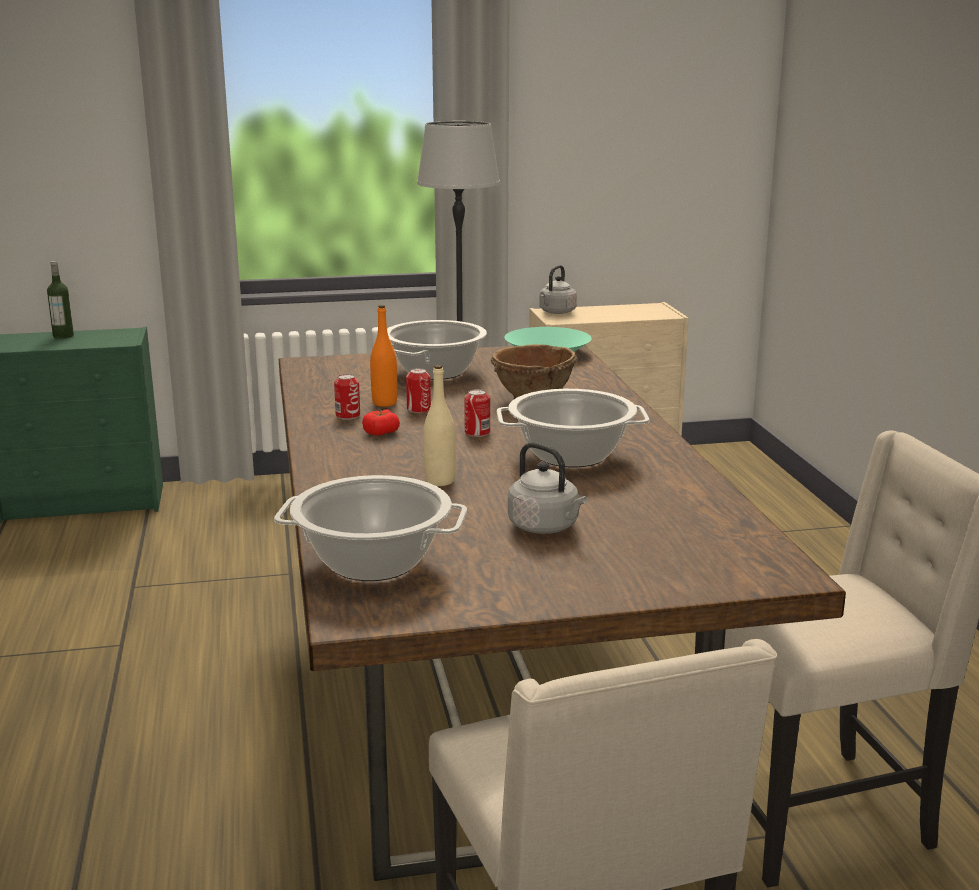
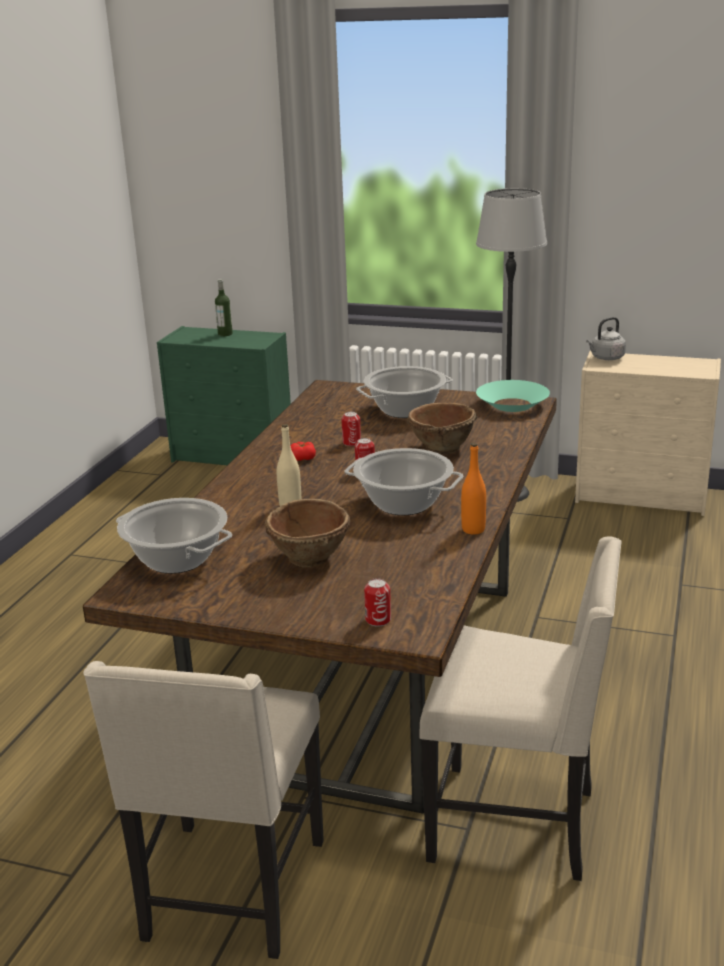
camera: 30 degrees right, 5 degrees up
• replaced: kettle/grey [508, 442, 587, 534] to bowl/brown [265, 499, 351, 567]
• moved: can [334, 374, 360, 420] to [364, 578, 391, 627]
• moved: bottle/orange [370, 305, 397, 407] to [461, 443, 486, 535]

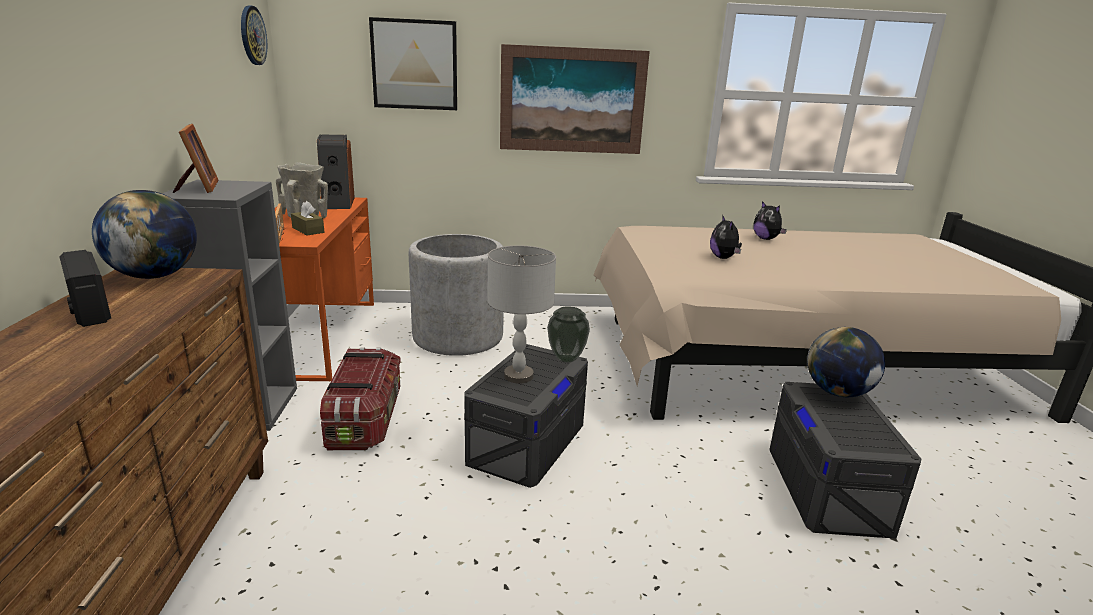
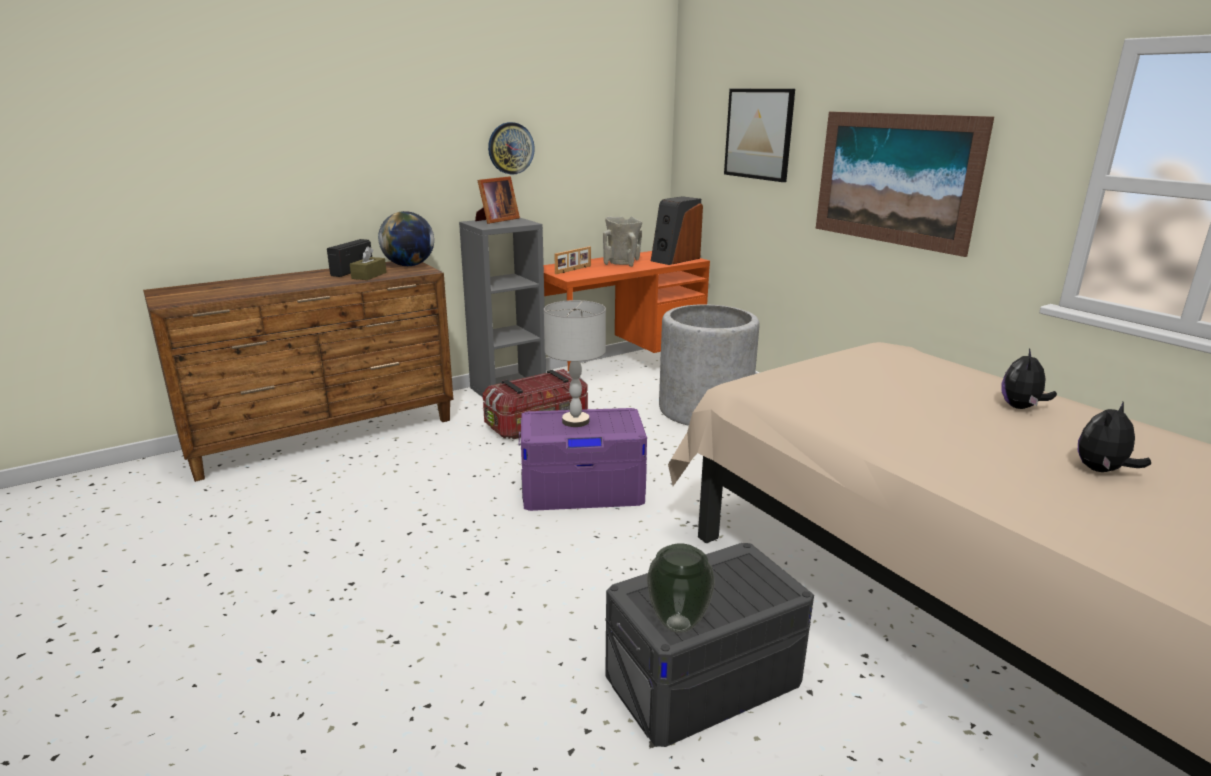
camera: 60 degrees right, 0 degrees up
• moved: tissue box/brown [291, 201, 324, 235] to [350, 246, 387, 280]
• moved: wall clock [241, 5, 267, 65] to [488, 122, 535, 175]
• recoloured: storage box/grey [464, 344, 588, 488] to storage box/purple [518, 408, 647, 511]
• moved: vase [547, 306, 590, 363] to [647, 543, 715, 633]
• moved: plush toy [710, 215, 742, 259] to [1078, 402, 1151, 472]
• removed: globe [807, 327, 885, 397]

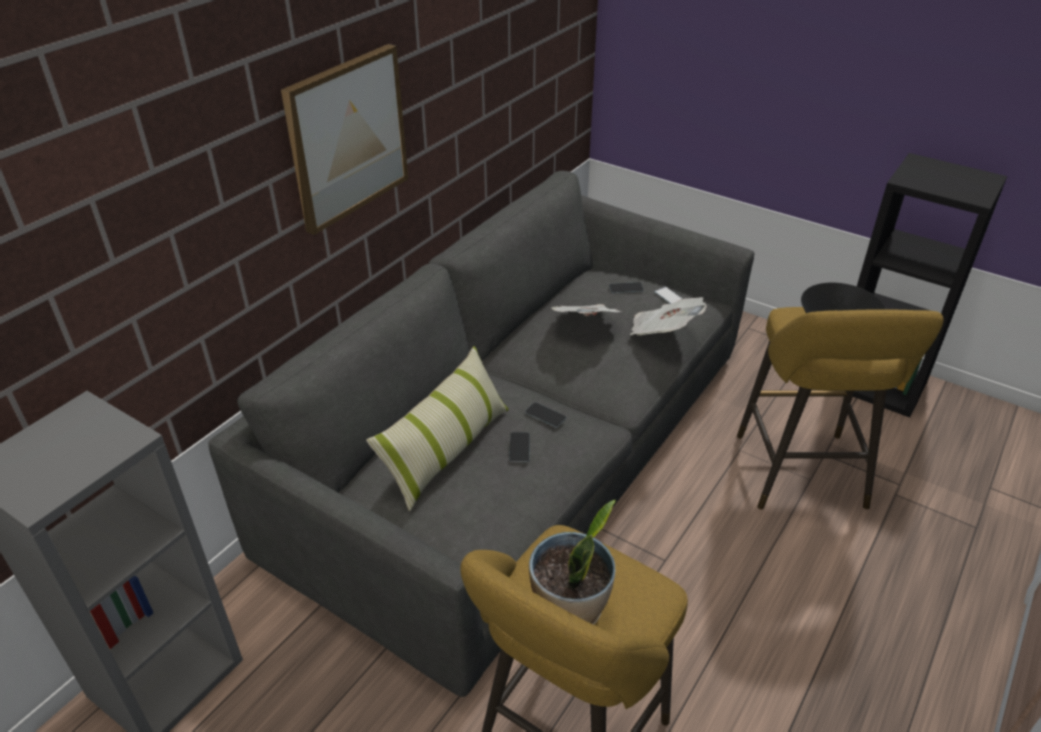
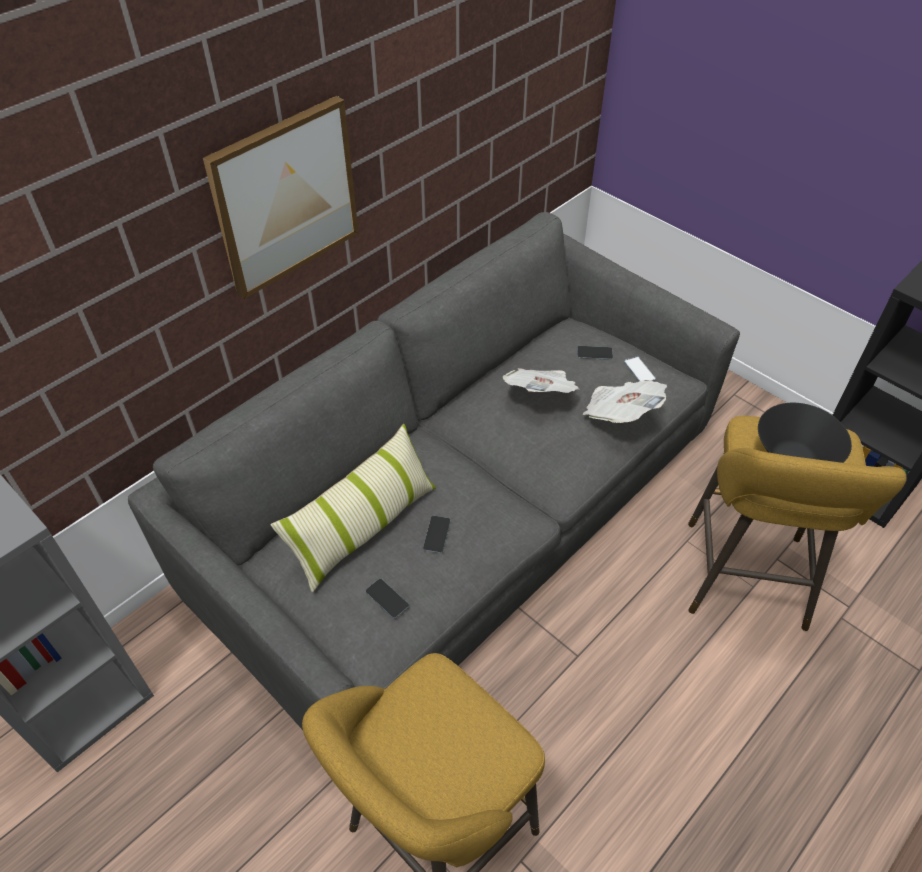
camera: 10 degrees right, 10 degrees up
• moved: phone [525, 402, 566, 427] to [366, 579, 409, 618]
• removed: potted plant [529, 500, 616, 625]

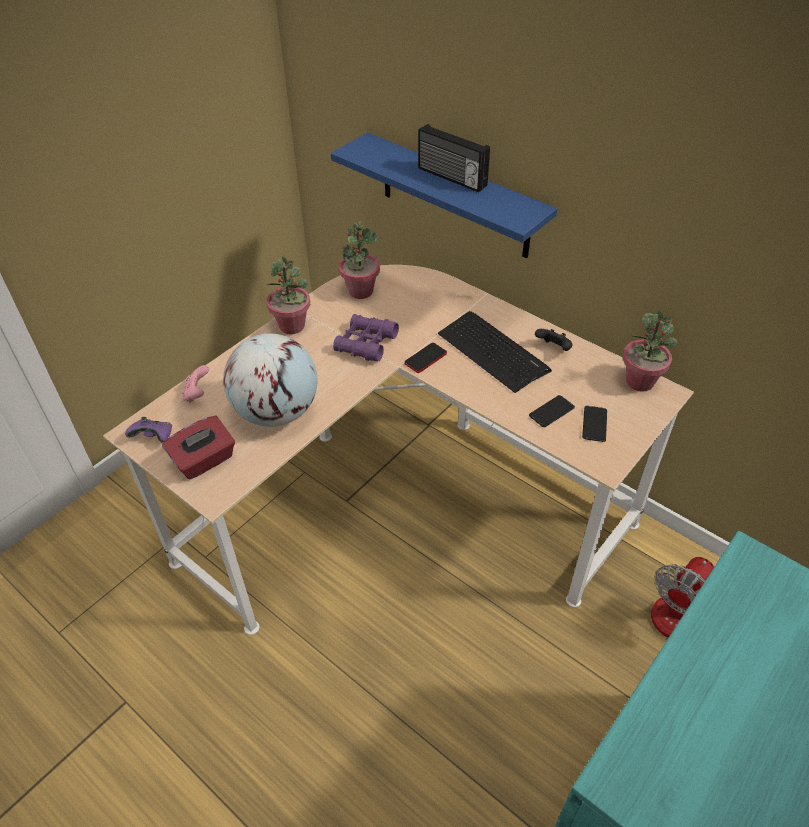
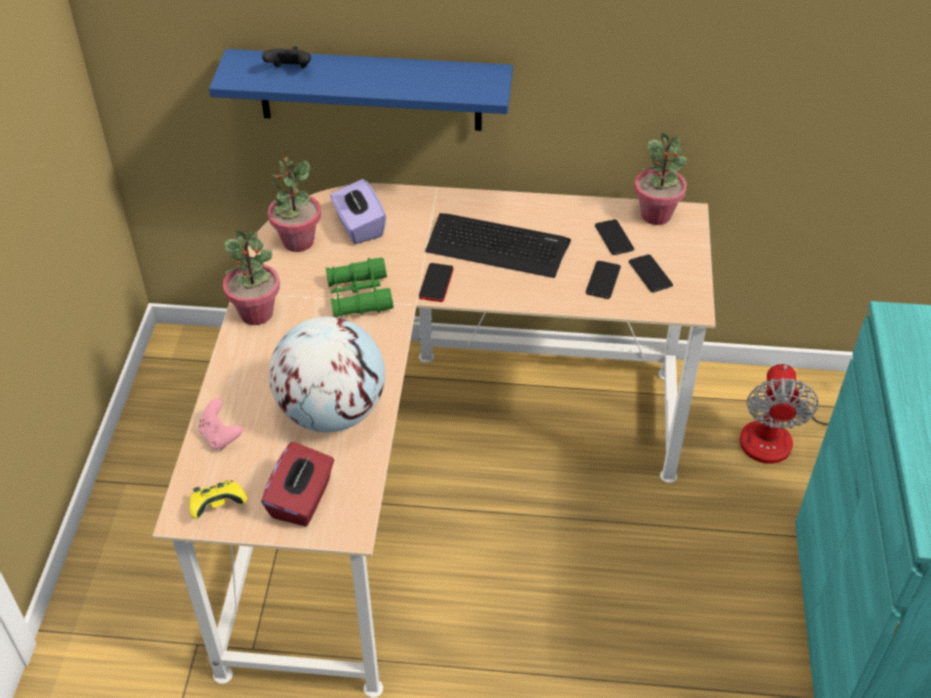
camera: 35 degrees left, 0 degrees up
• recoloured: game controller/purple [125, 417, 172, 443] to game controller/yellow [189, 480, 247, 519]
• moved: game controller/black [535, 329, 572, 351] to [262, 46, 311, 68]
• recoloured: binoculars/purple [333, 314, 399, 362] to binoculars/green [326, 258, 394, 317]
• added: tissue box/purple [330, 179, 386, 244]
• added: phone [595, 219, 634, 255]
• removed: radio [418, 124, 490, 192]

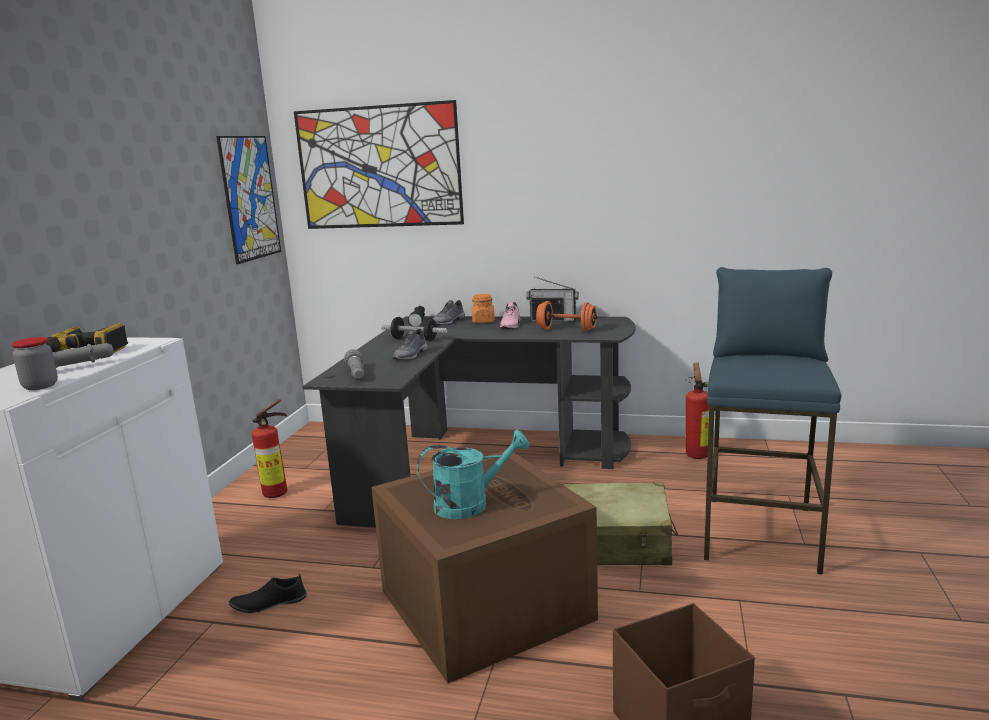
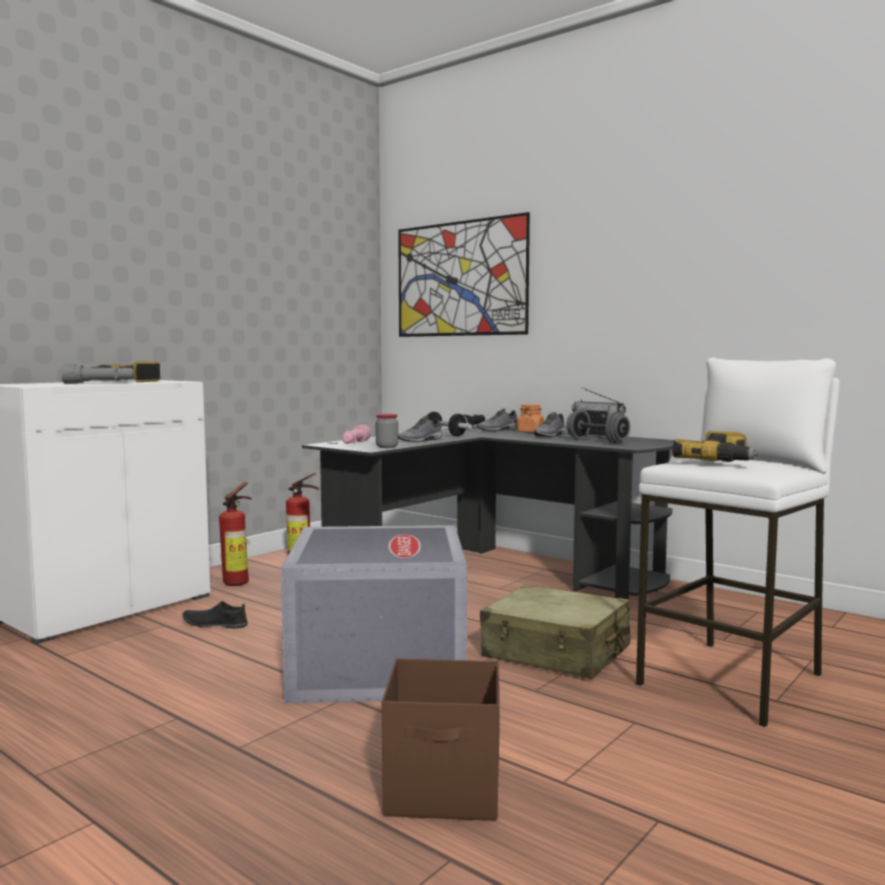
camera: 25 degrees right, 10 degrees down
• moved: fire extinguisher [686, 363, 709, 459] to [219, 482, 252, 586]
• recoloured: storage box/brown [371, 450, 598, 683] to storage box/grey [281, 525, 467, 703]
• recoloured: flashlight/grey [344, 349, 365, 379] to flashlight/pink [342, 424, 371, 444]
• moved: jar [11, 337, 58, 390] to [375, 414, 398, 448]
• recoloured: shoe/pink [500, 302, 521, 329] to shoe/grey [533, 412, 566, 437]
• recoloured: dumbbell/orange [536, 301, 597, 331] to dumbbell/grey [566, 409, 630, 443]
• recoloured: stool/blue [704, 267, 841, 575] to stool/white [636, 357, 840, 728]
• added: power drill [672, 431, 758, 462]
• removed: picture [216, 136, 281, 264]
• removed: watering can/turquoise [417, 430, 530, 519]

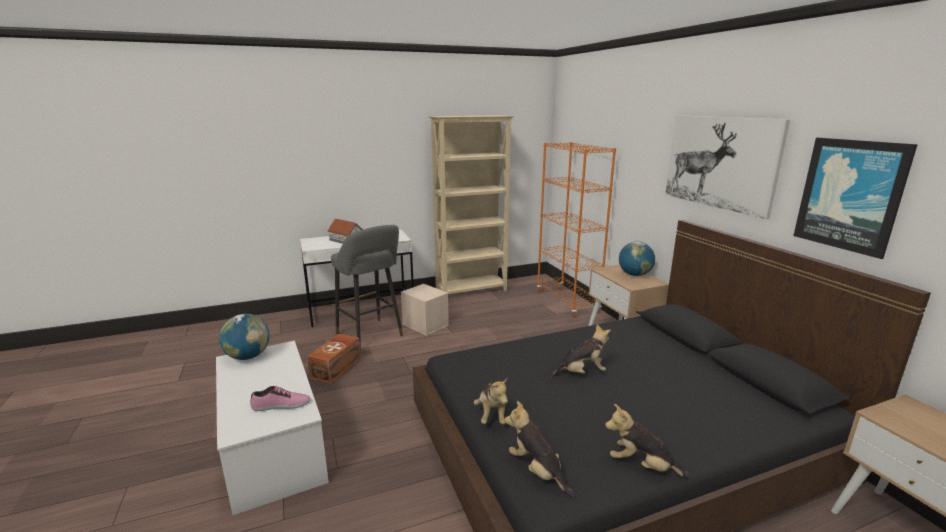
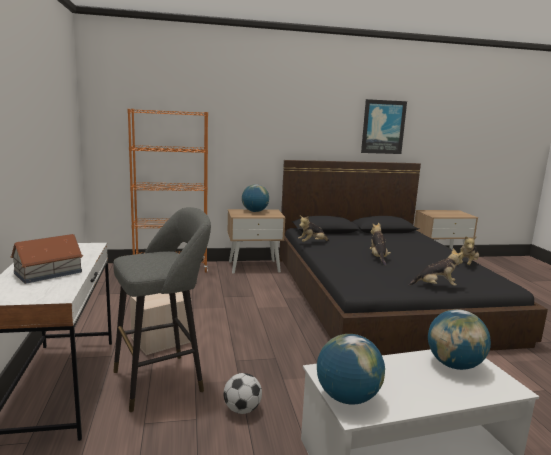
camera: 80 degrees left, 5 degrees down
• replaced: storage box/brown [307, 334, 361, 384] to football [224, 373, 262, 414]
• moved: plush toy [505, 401, 575, 498] to [298, 215, 329, 242]
• replaced: shoe [251, 386, 310, 411] to globe [428, 309, 491, 370]
• removed: bookcase/beige [428, 115, 515, 294]
• removed: picture [665, 115, 790, 220]

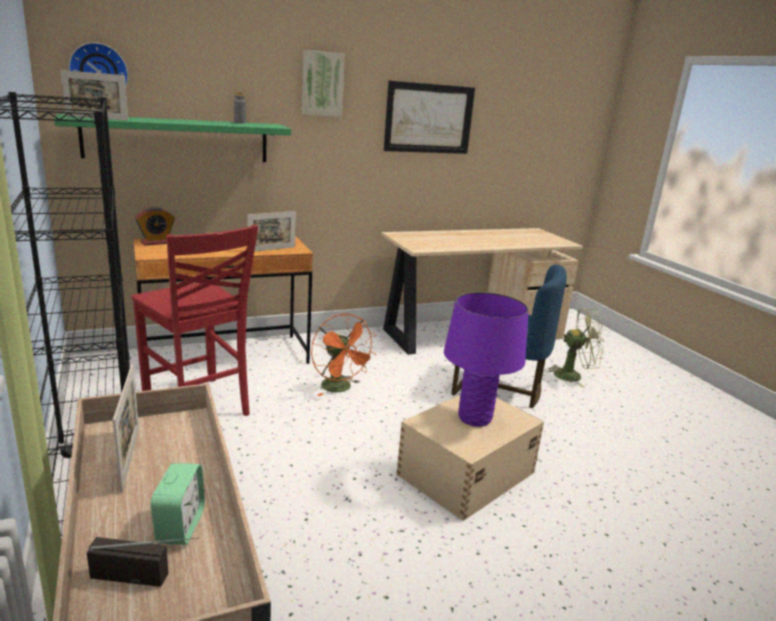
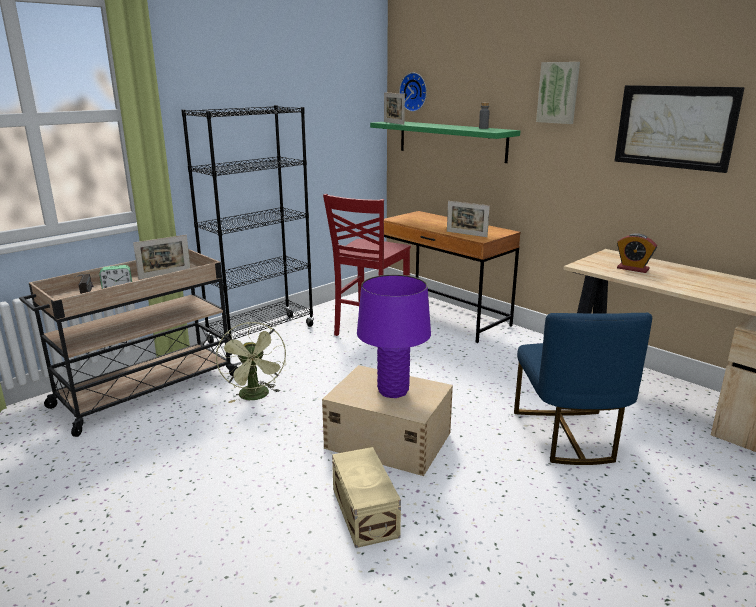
camera: 70 degrees right, 0 degrees up
• moved: fan/green [547, 308, 604, 388] to [216, 322, 286, 403]
• added: storage box/beige [332, 447, 401, 548]
• moved: alarm clock [135, 207, 175, 246] to [617, 233, 657, 273]
• removed: fan/orange [311, 314, 376, 396]

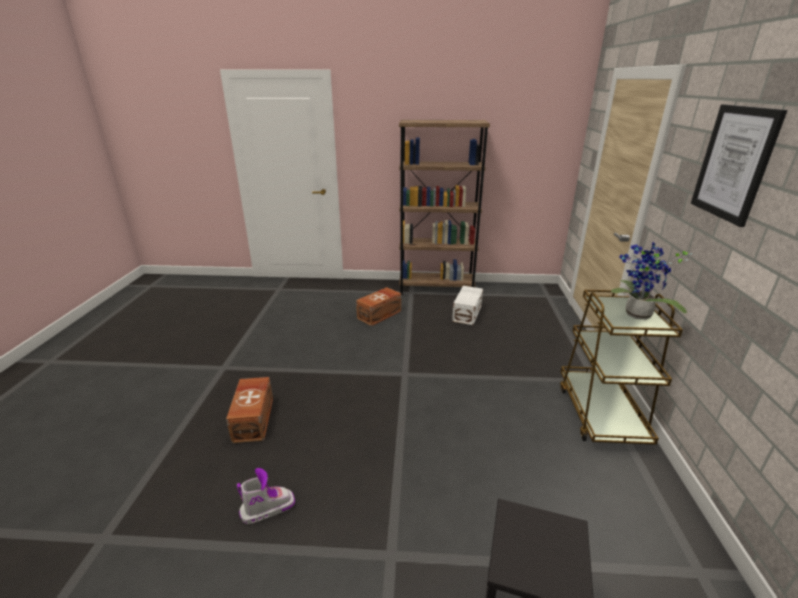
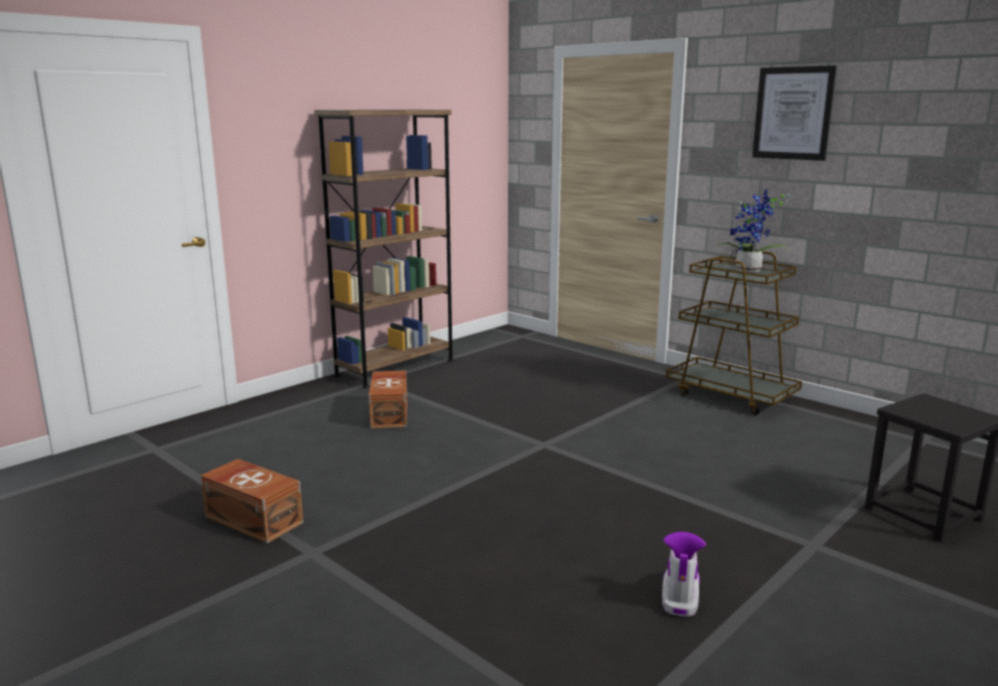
camera: 50 degrees left, 10 degrees down
• moved: storage box/brown [226, 377, 273, 443] to [200, 459, 303, 543]
• removed: storage box/white [452, 286, 483, 325]

